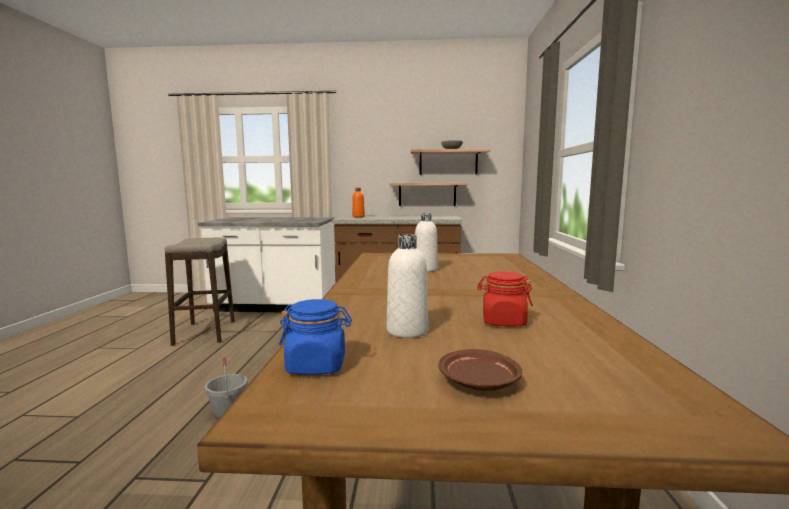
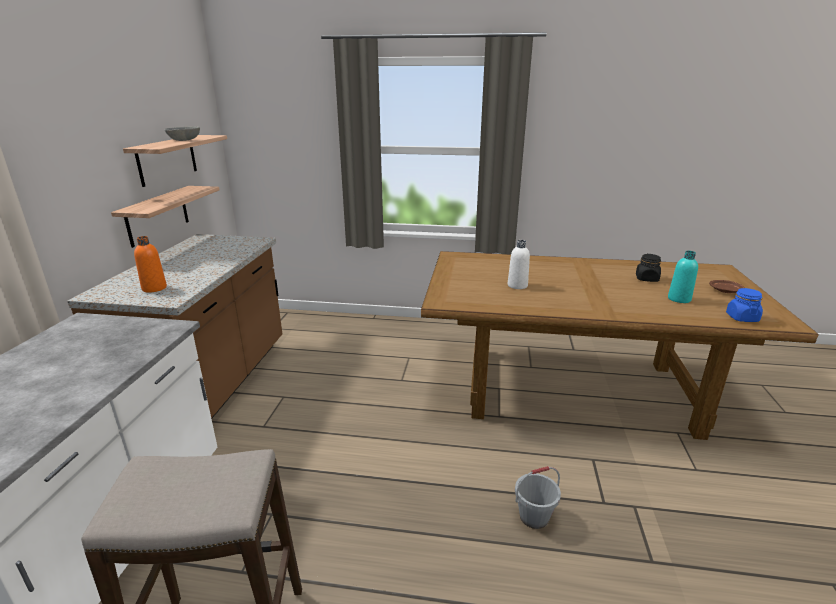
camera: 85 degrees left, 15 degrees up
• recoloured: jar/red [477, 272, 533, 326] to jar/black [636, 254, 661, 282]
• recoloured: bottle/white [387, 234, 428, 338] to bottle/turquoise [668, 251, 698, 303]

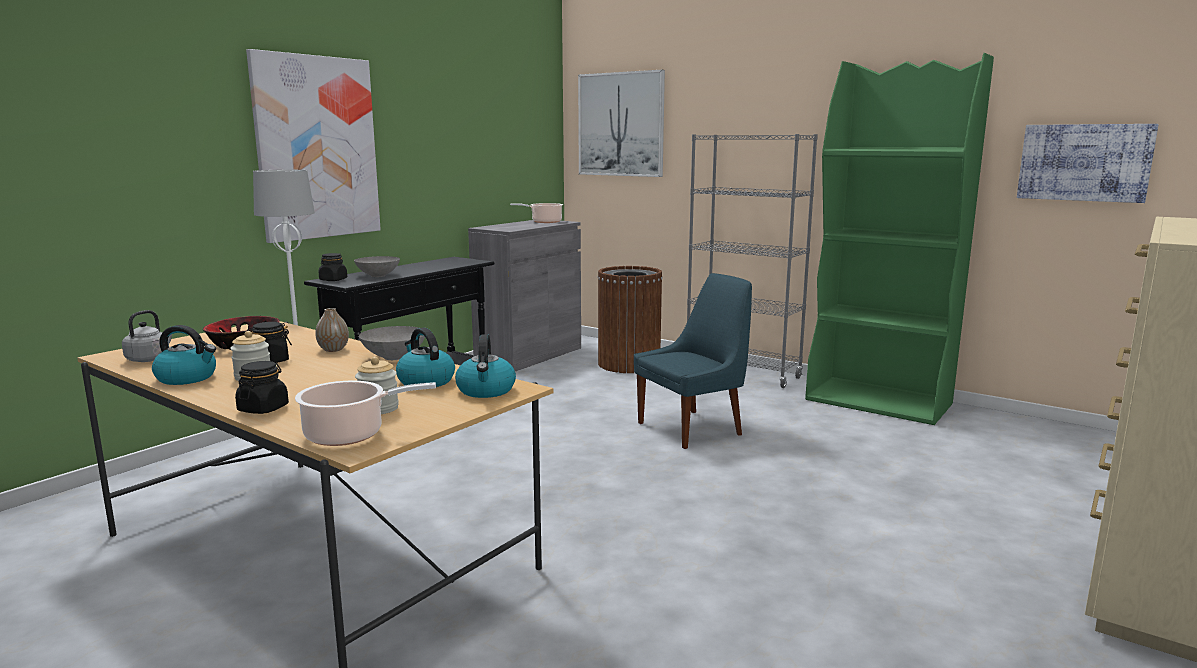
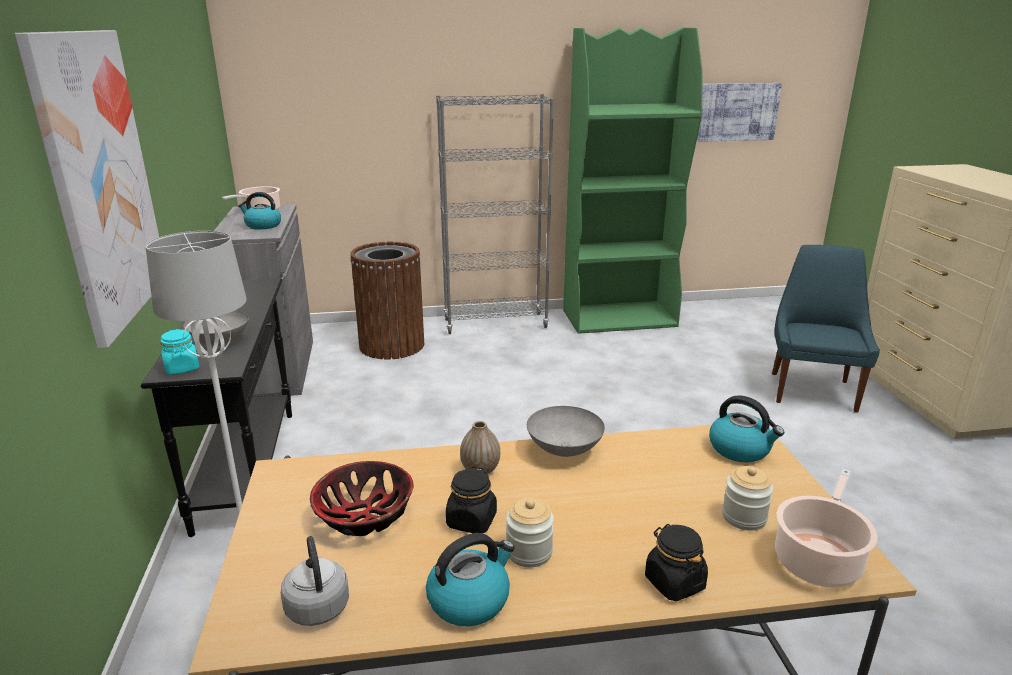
camera: 45 degrees left, 10 degrees up
• recoloured: jar/black [318, 253, 347, 281] to jar/turquoise [160, 329, 200, 375]
• moved: kettle [396, 328, 455, 387] to [238, 192, 281, 230]
• moved: chair/blue [634, 273, 752, 449] to [772, 245, 880, 412]
• removed: picture [578, 70, 665, 177]

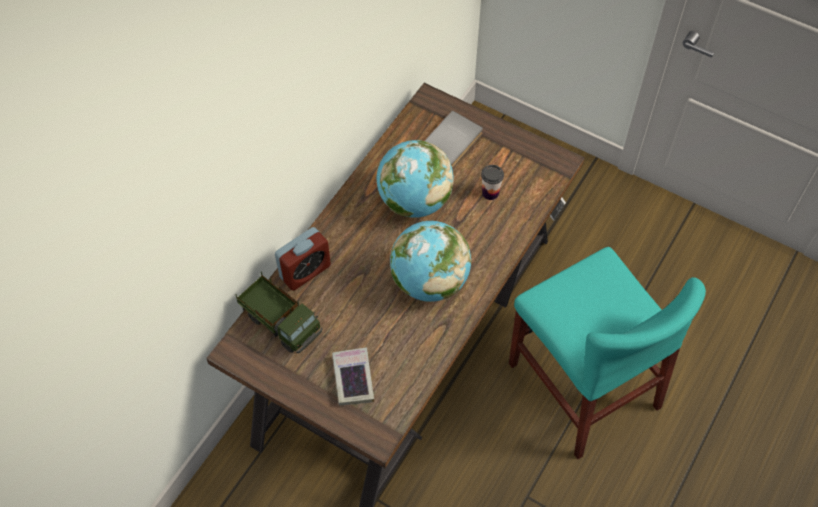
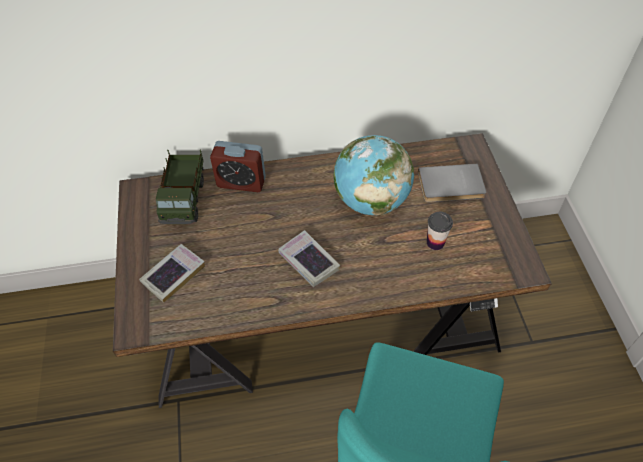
camera: 50 degrees right, 5 degrees down
• replaced: globe [390, 221, 471, 302] to book [278, 230, 340, 287]

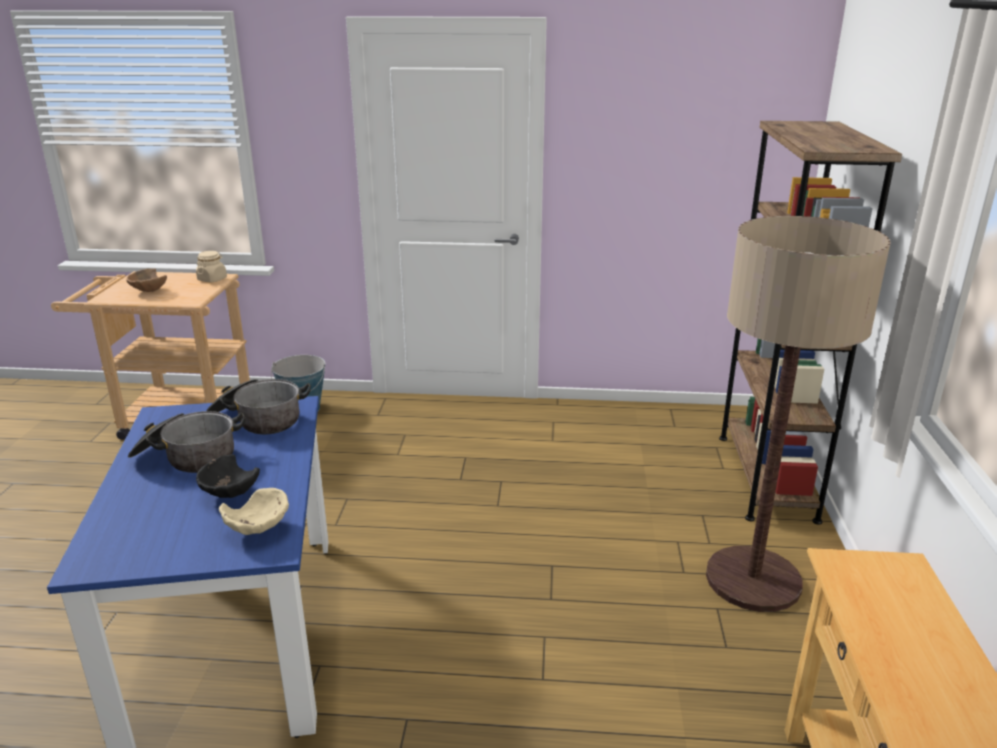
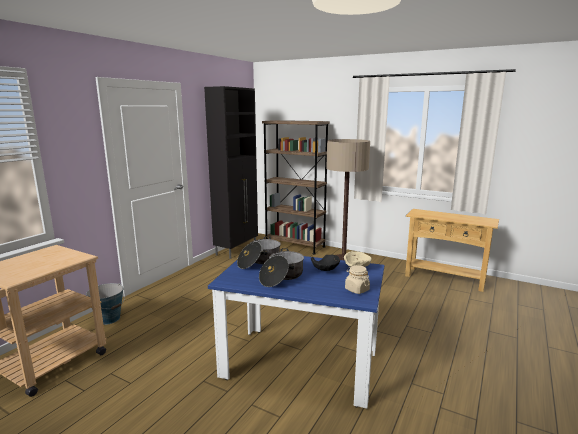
camera: 65 degrees left, 10 degrees down
• added: cabinet/black [204, 86, 258, 259]
• moved: jar/beige [196, 251, 227, 282] to [345, 265, 370, 294]
• removed: bowl/brown [126, 269, 167, 292]

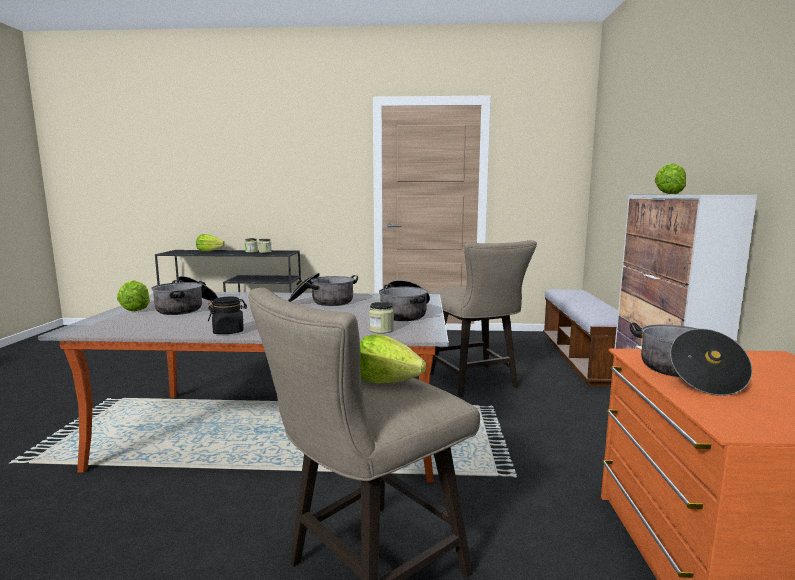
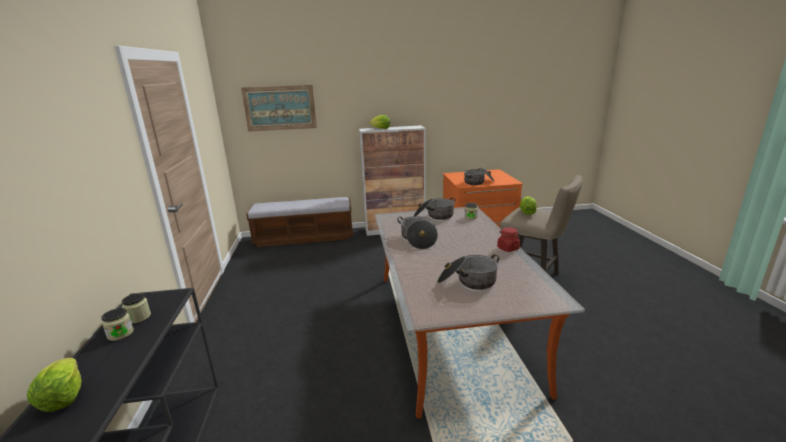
camera: 100 degrees left, 10 degrees up
• added: picture [241, 85, 317, 132]
• recoloured: jar/black [208, 296, 247, 334] to jar/red [497, 227, 520, 252]
• removed: lettuce [117, 280, 150, 311]
• removed: stool/beige [429, 240, 537, 397]

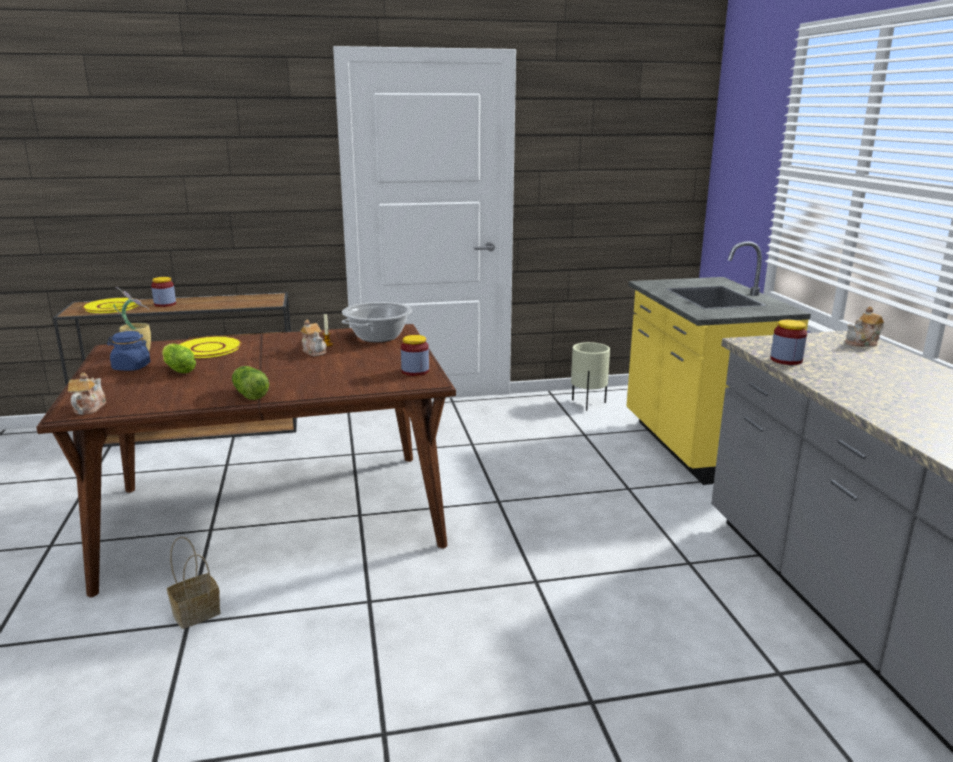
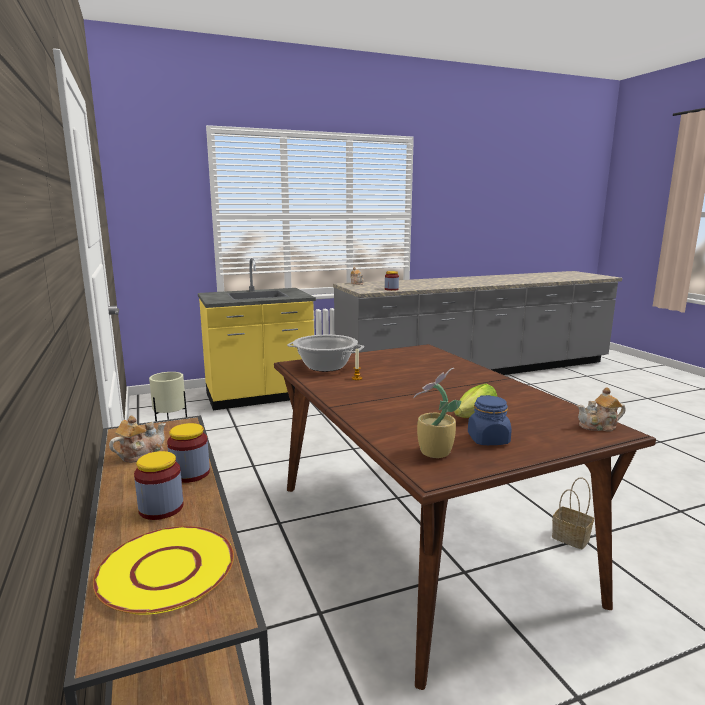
camera: 100 degrees left, 5 degrees down
• moved: teapot [300, 319, 327, 356] to [109, 416, 166, 463]
• moved: jar [401, 335, 429, 376] to [167, 423, 210, 483]
• removed: plate/yellow [179, 336, 242, 358]
• removed: lettuce [232, 366, 269, 400]

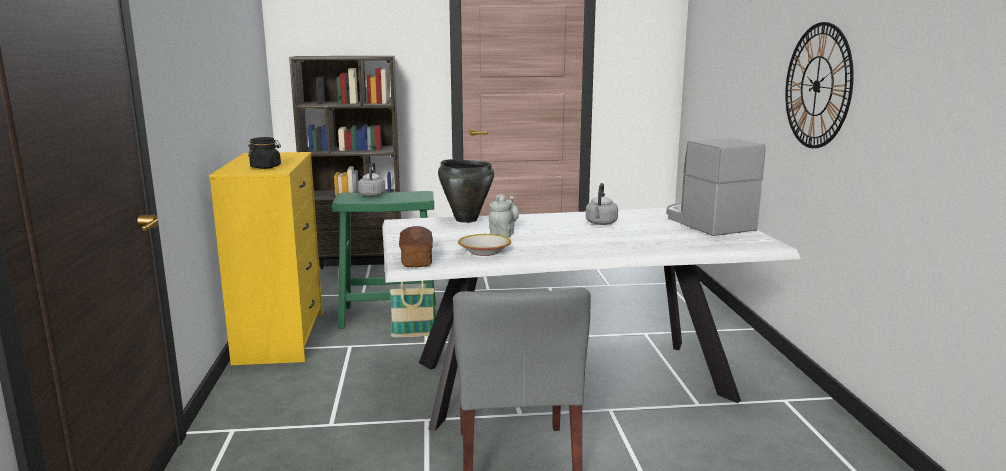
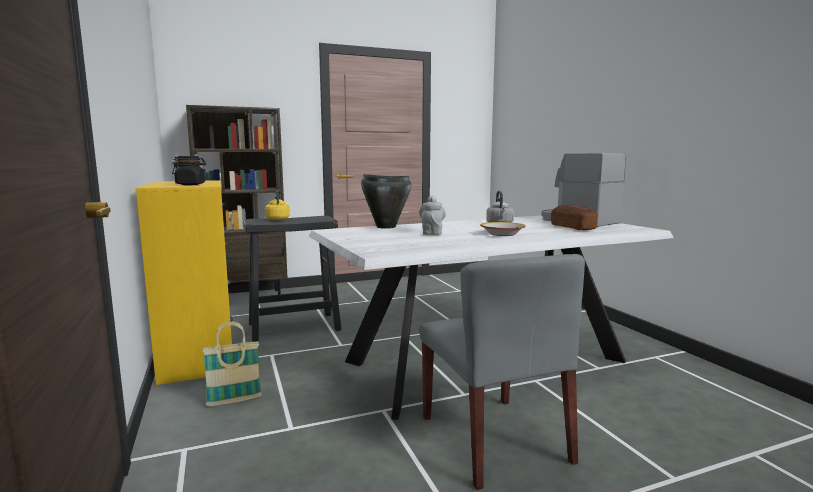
camera: 15 degrees left, 5 degrees down
• moved: basket [390, 281, 435, 338] to [203, 321, 262, 407]
• recoloured: stool/green [332, 191, 436, 329] to stool/black [243, 216, 341, 342]
• recoloured: kettle/grey [358, 162, 385, 197] to kettle/yellow [265, 190, 290, 220]
• moved: bowl [458, 234, 511, 256] to [480, 222, 526, 236]
• moved: bread [399, 226, 433, 267] to [551, 206, 598, 230]
• removed: wall clock [785, 22, 854, 148]

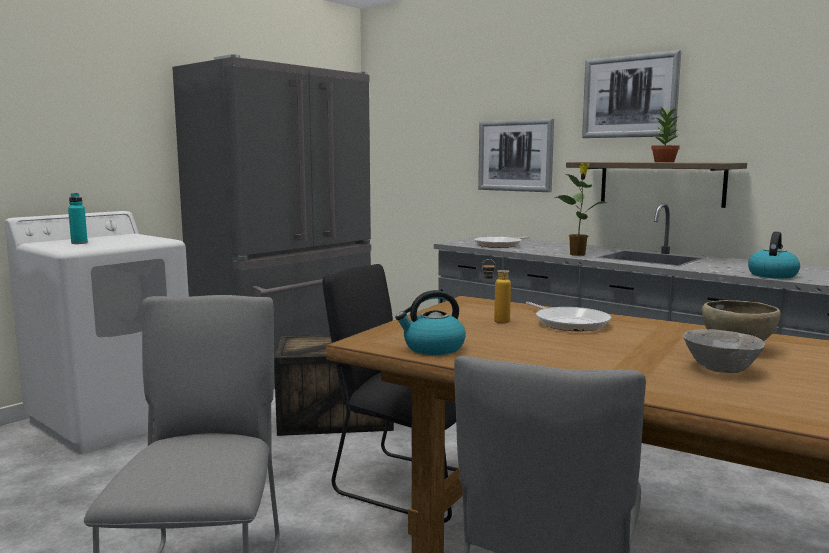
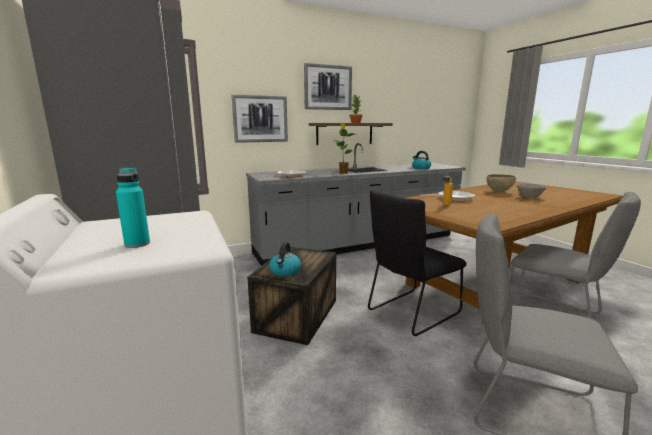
camera: 65 degrees left, 5 degrees up
• moved: kettle [395, 290, 466, 355] to [269, 242, 301, 277]

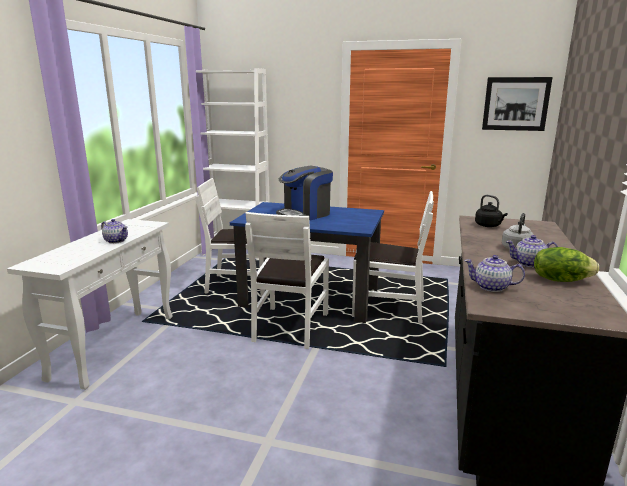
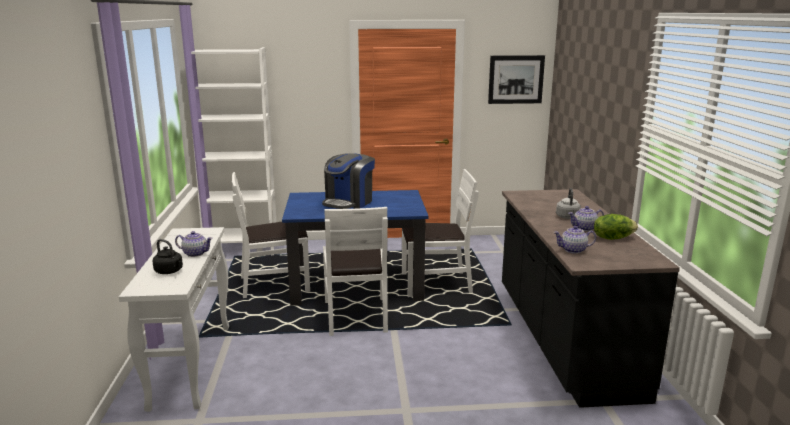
camera: 20 degrees left, 0 degrees up
• moved: kettle/black [475, 195, 508, 227] to [152, 239, 183, 274]

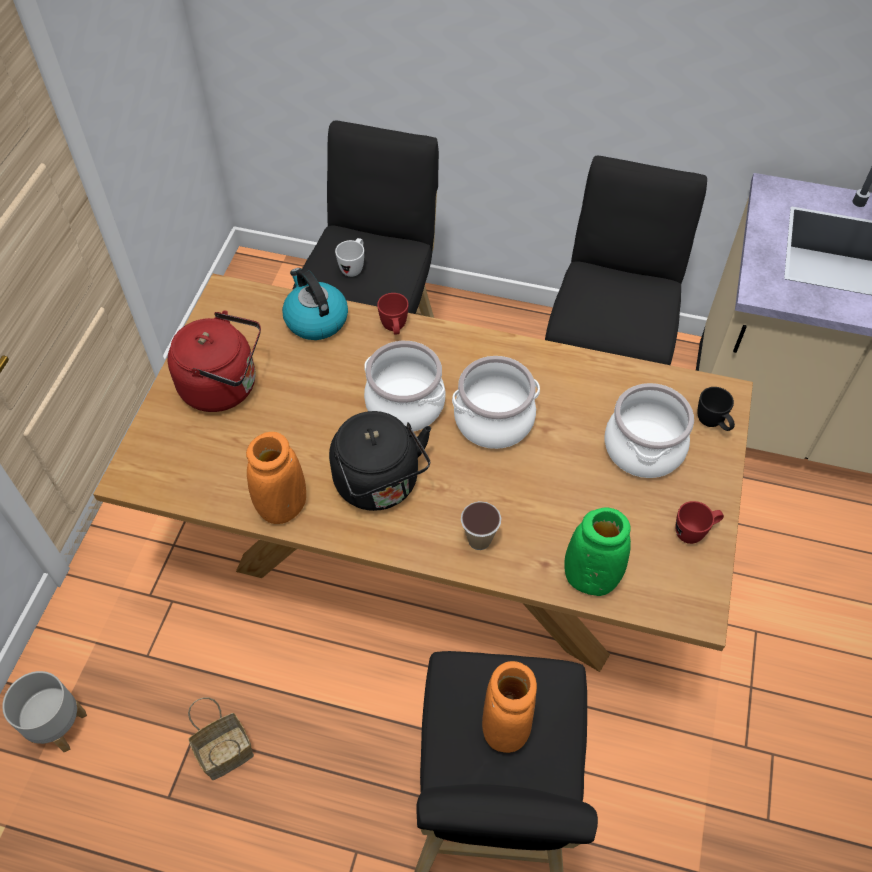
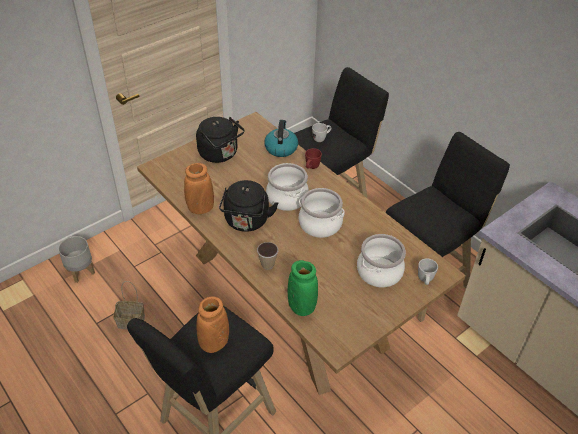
camera: 35 degrees right, 10 degrees down
• recoloured: kettle/red [168, 311, 261, 412] to kettle/black [196, 117, 244, 163]
• recoloured: mug/black [698, 387, 735, 431] to mug/white [418, 258, 438, 285]
• removed: mug/red [676, 501, 724, 544]

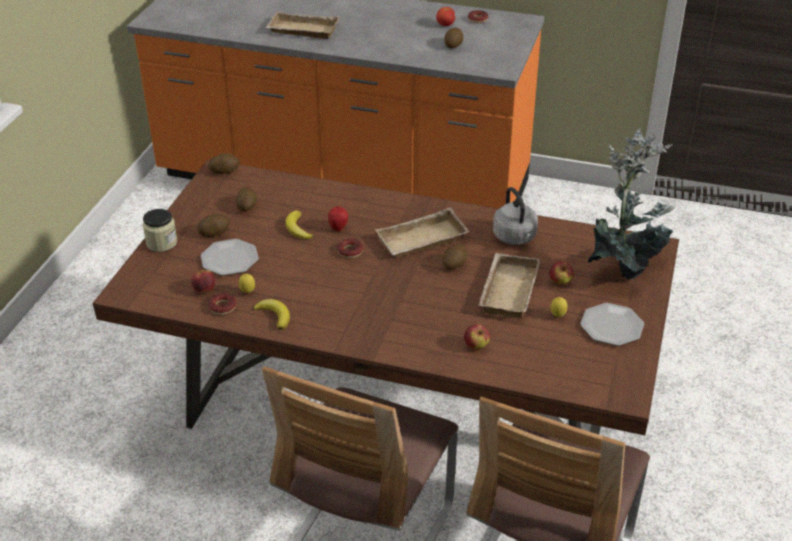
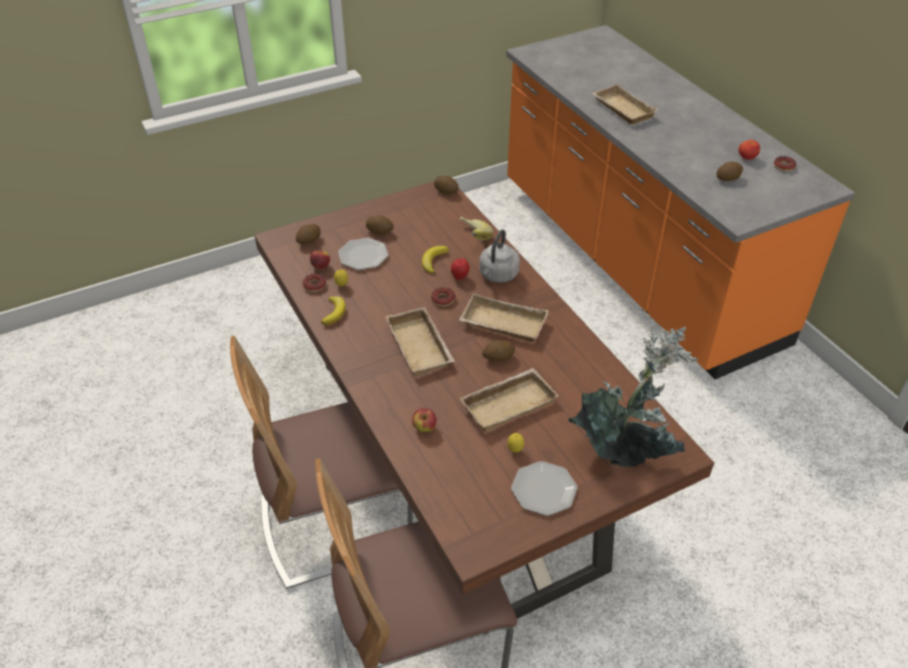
camera: 45 degrees right, 5 degrees up
• moved: potato [236, 187, 257, 211] to [296, 224, 321, 244]
• added: tray/beige [385, 307, 455, 377]
• added: banana [460, 217, 493, 240]
• moved: kettle/grey [493, 187, 538, 245] to [479, 229, 520, 283]
• removed: jar [143, 209, 177, 252]
• removed: apple [549, 261, 574, 285]

